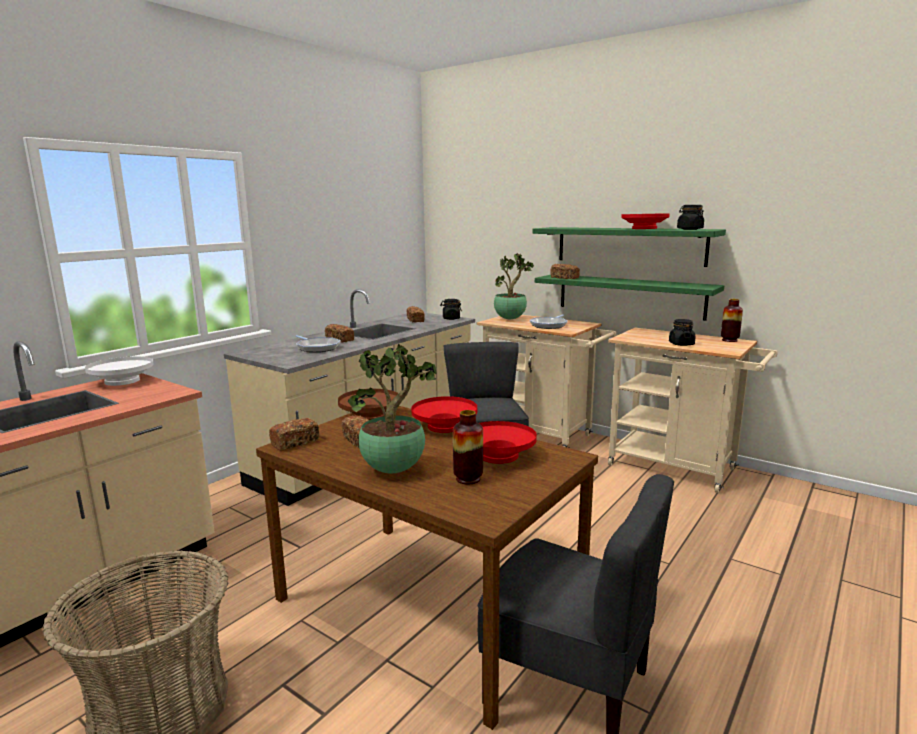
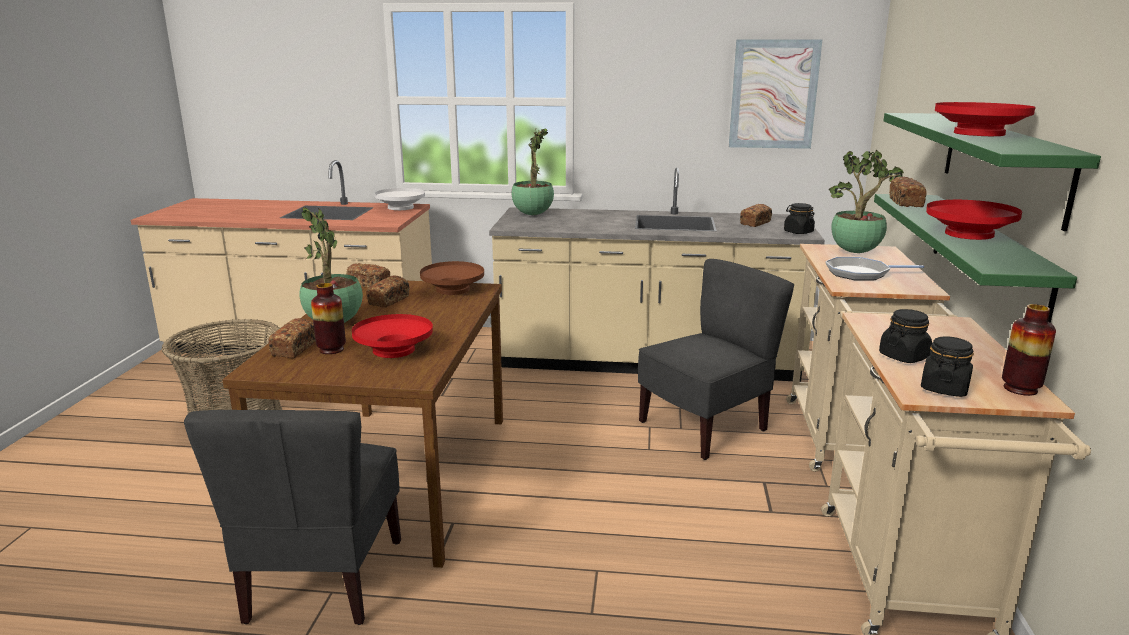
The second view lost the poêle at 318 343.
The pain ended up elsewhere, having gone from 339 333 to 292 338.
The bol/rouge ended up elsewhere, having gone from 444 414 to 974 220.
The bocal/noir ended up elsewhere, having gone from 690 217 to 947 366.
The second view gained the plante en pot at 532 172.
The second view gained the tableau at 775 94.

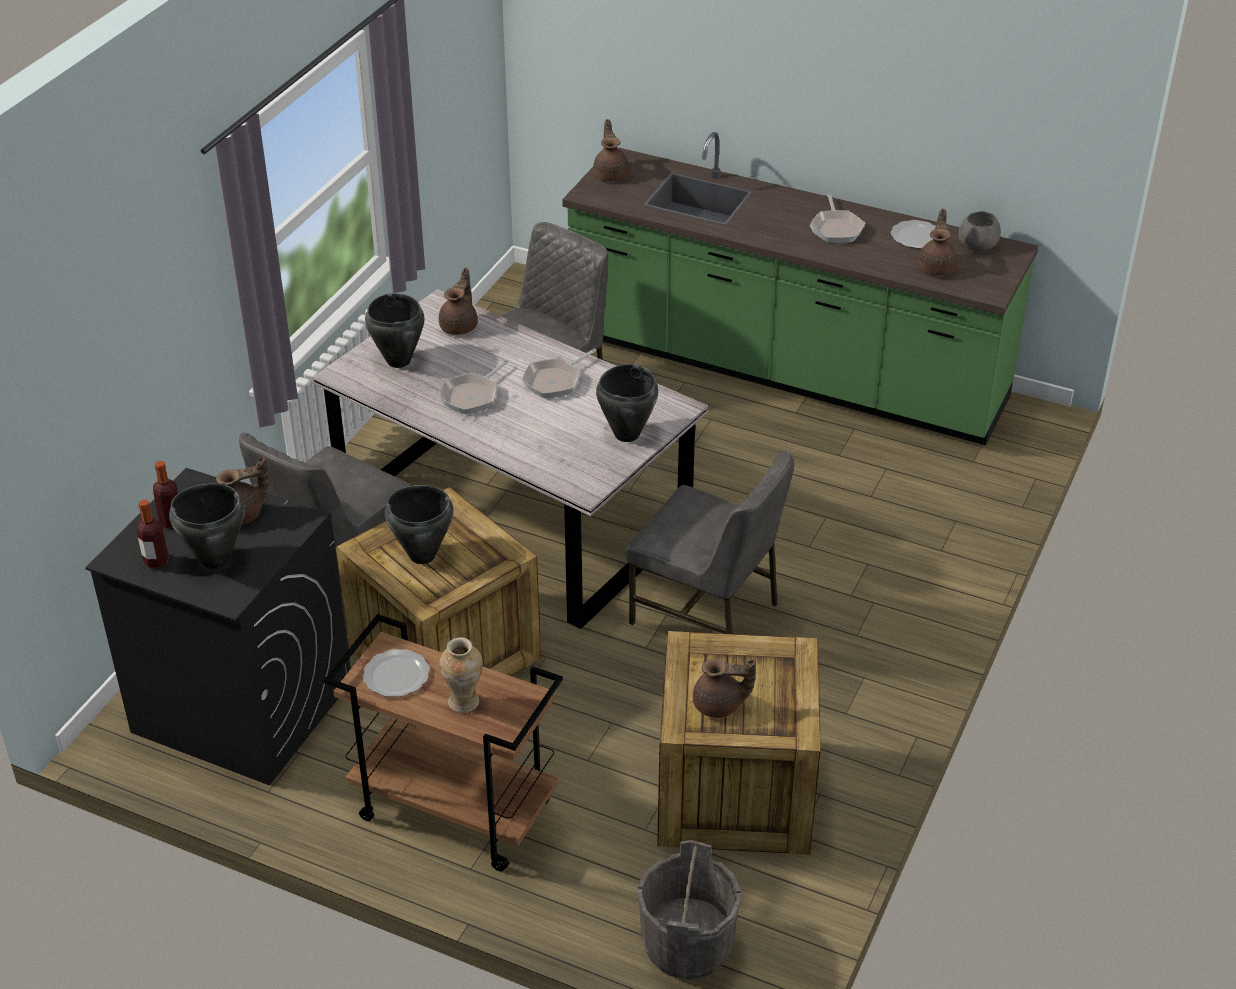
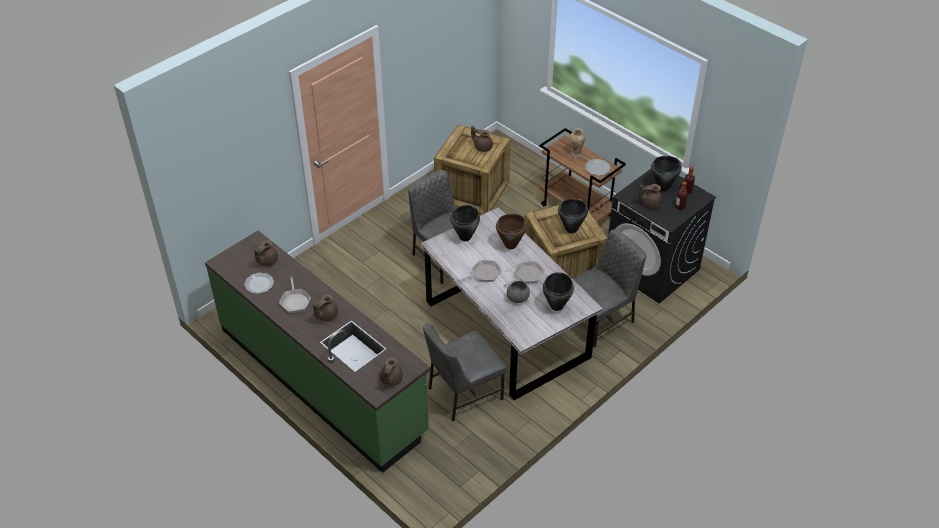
The théière/marron ended up elsewhere, having gone from 458 301 to 325 308.
The second view lost the seau/gris at 689 909.
The poêle at 838 218 ended up facing another way, 150 degrees clockwise from before.
The bol/gris ended up elsewhere, having gone from 979 231 to 518 292.
The second view gained the marmite/marron at 511 231.

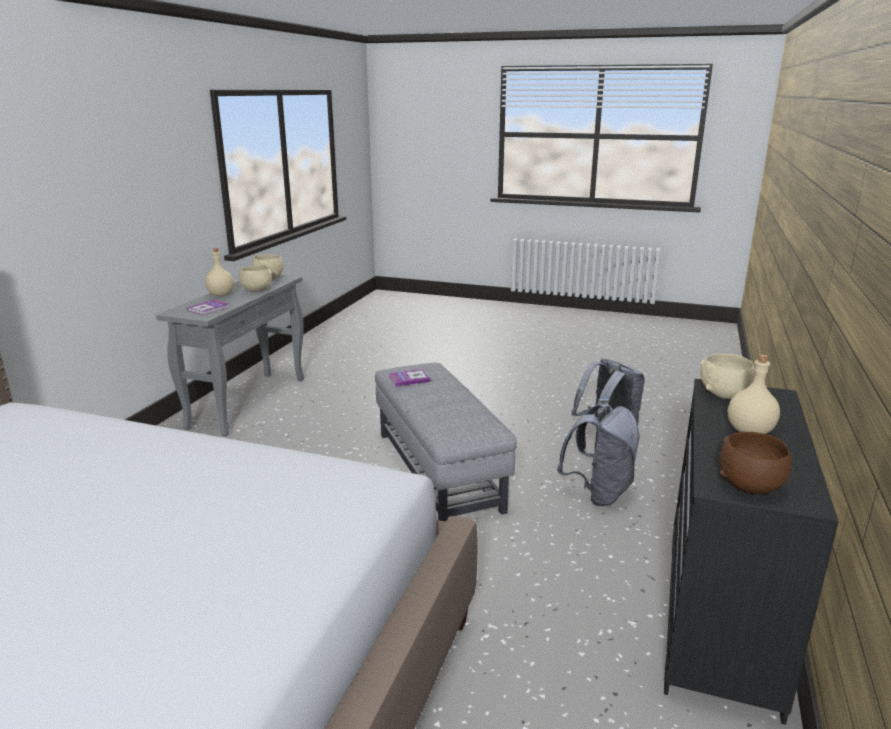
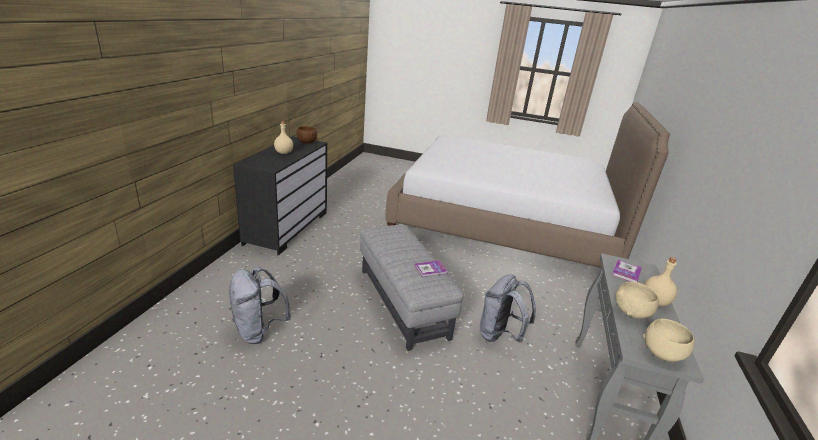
The sac à dos/gris ended up elsewhere, having gone from 598 455 to 507 308.
The second view lost the bol/beige at 727 376.

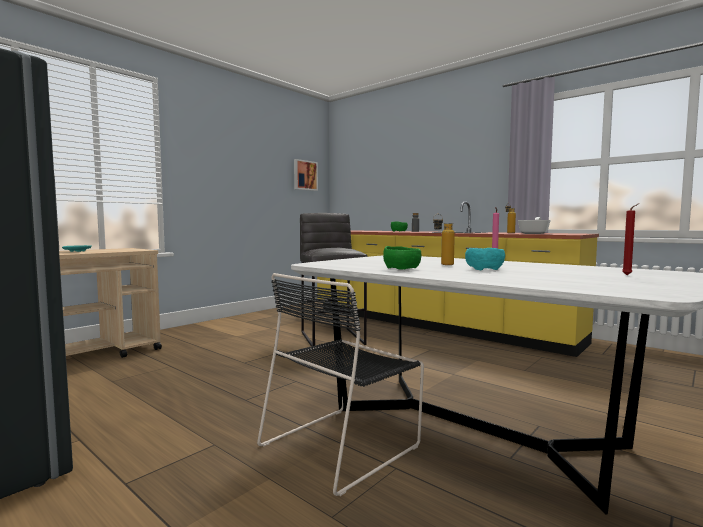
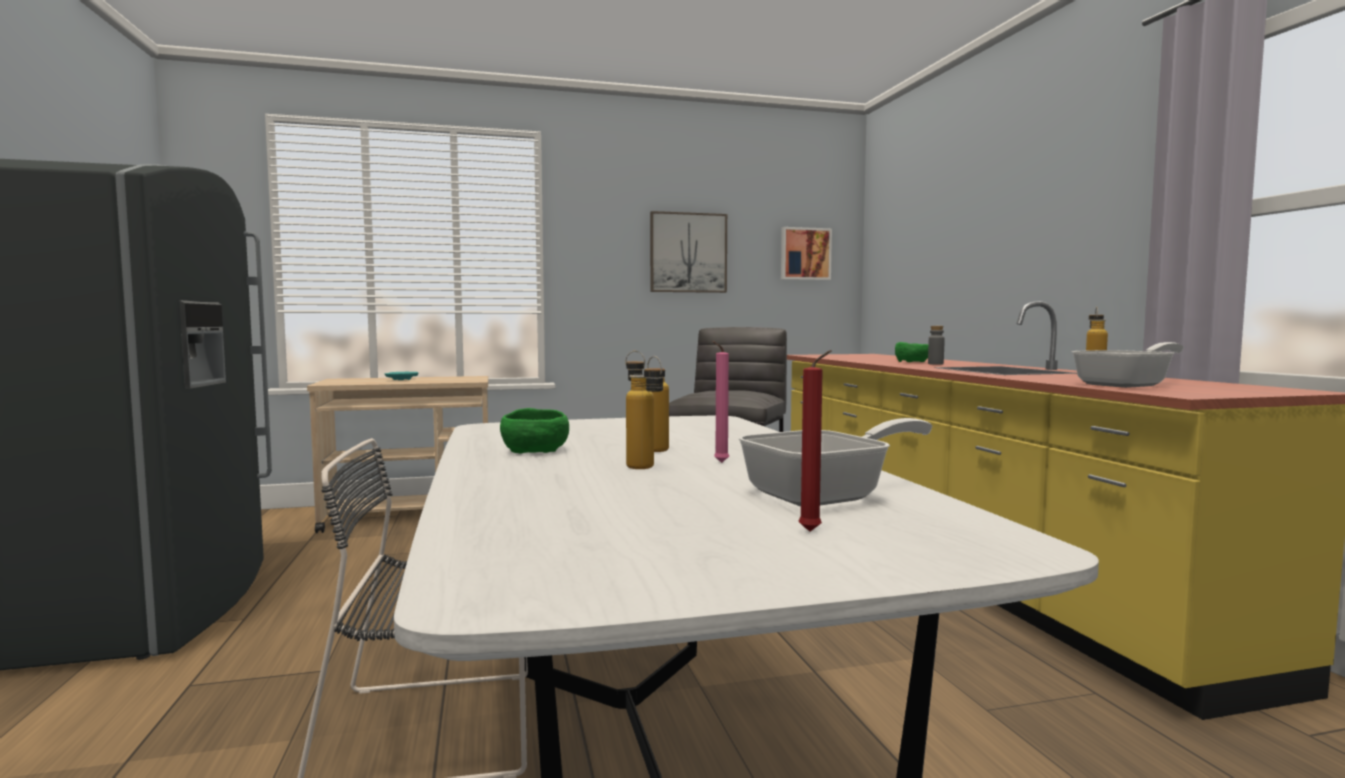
Where the bol/turquoise stood at 485 259, the bouteille came to stand at 645 412.
The second view gained the tableau at 688 252.
The second view gained the poêle at 835 462.

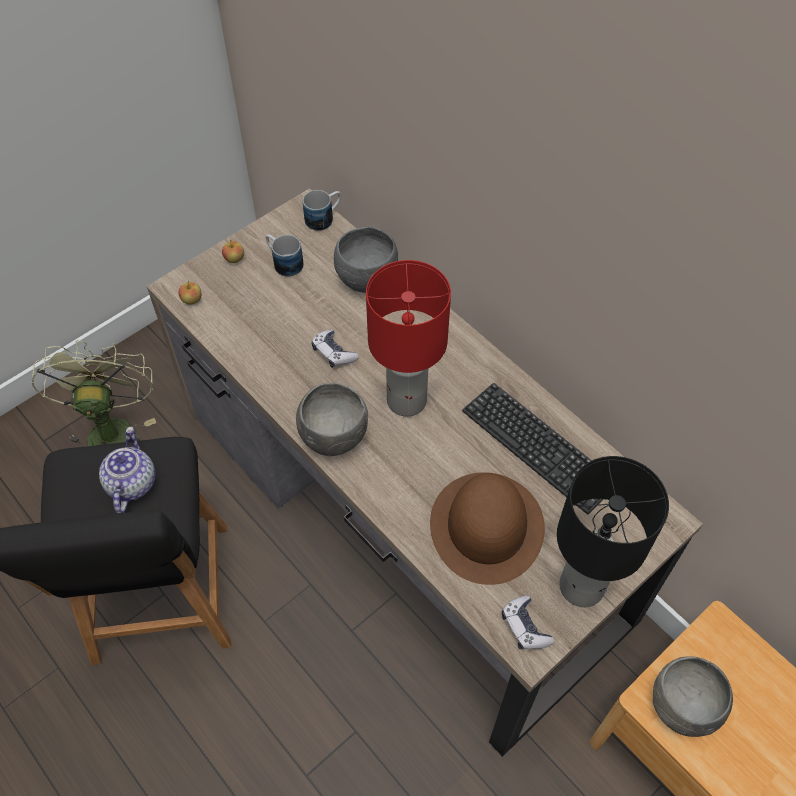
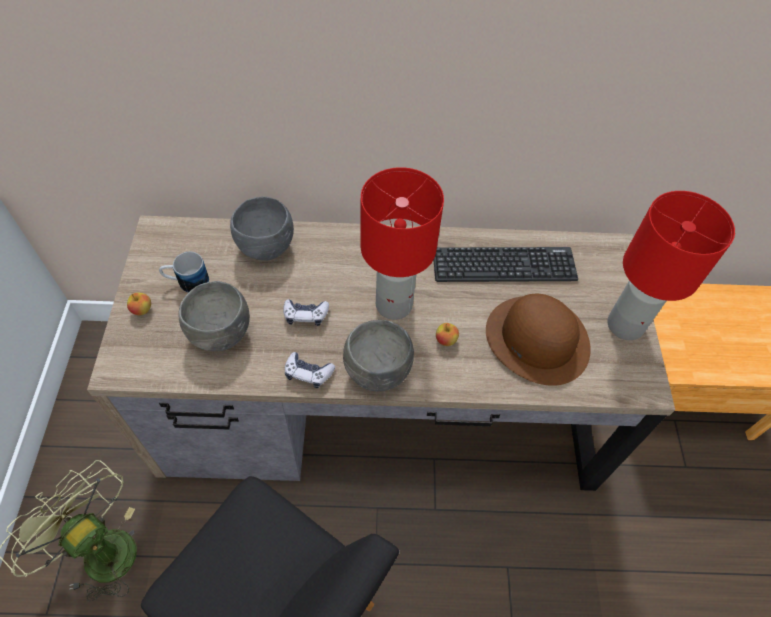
The second view lost the théière at 127 470.
The pomme ended up elsewhere, having gone from 190 293 to 447 334.
The second view lost the mug at 322 210.
The manette ended up elsewhere, having gone from 528 622 to 310 370.
What was the lampe de table/noir at 613 531 turned into the lampe de table/rouge at 671 265.
The bol/gris ended up elsewhere, having gone from 693 696 to 214 316.

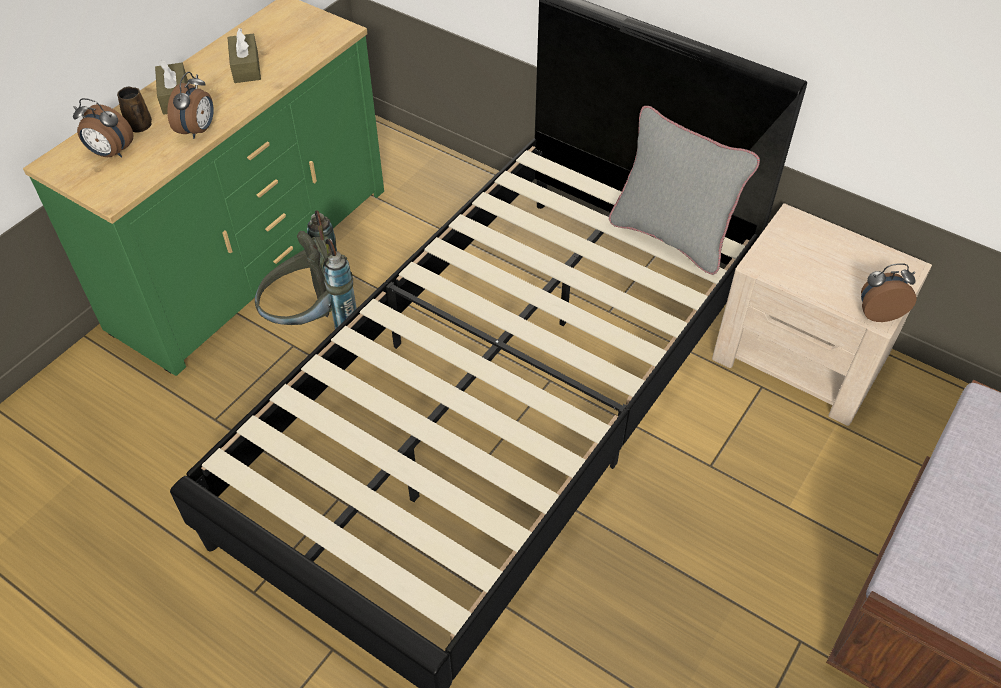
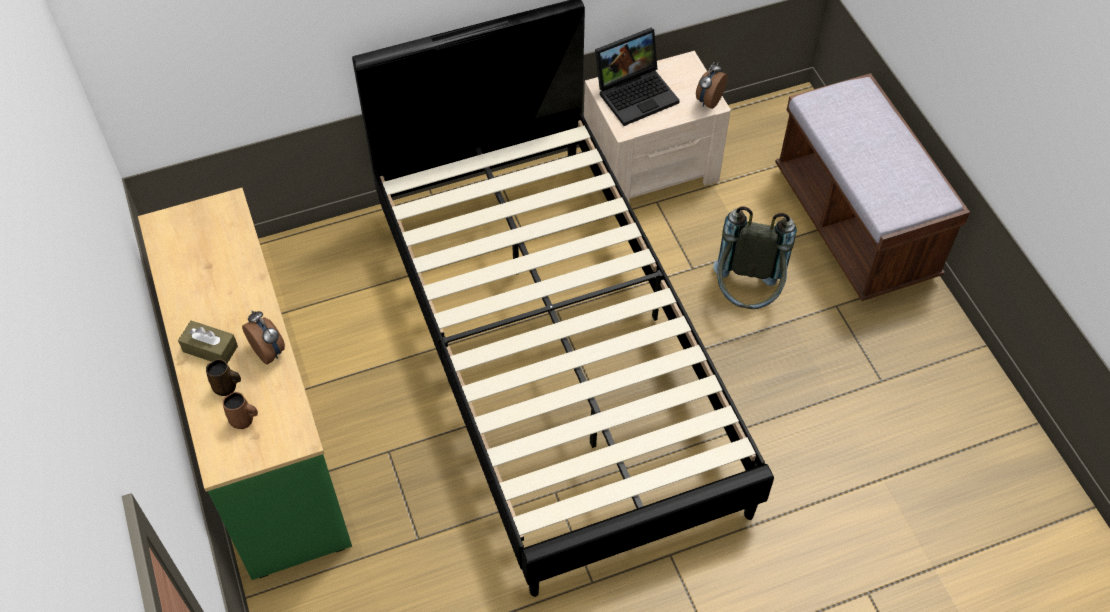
Where the réveil stood at 103 128, the mug/marron came to stand at 240 410.
The second view lost the boîte à mouchoirs/marron at 244 55.
The sac à dos/gris ended up elsewhere, having gone from 306 269 to 755 258.
The second view lost the coussin/gris at 684 190.
The second view gained the ordinateur portable at 637 76.

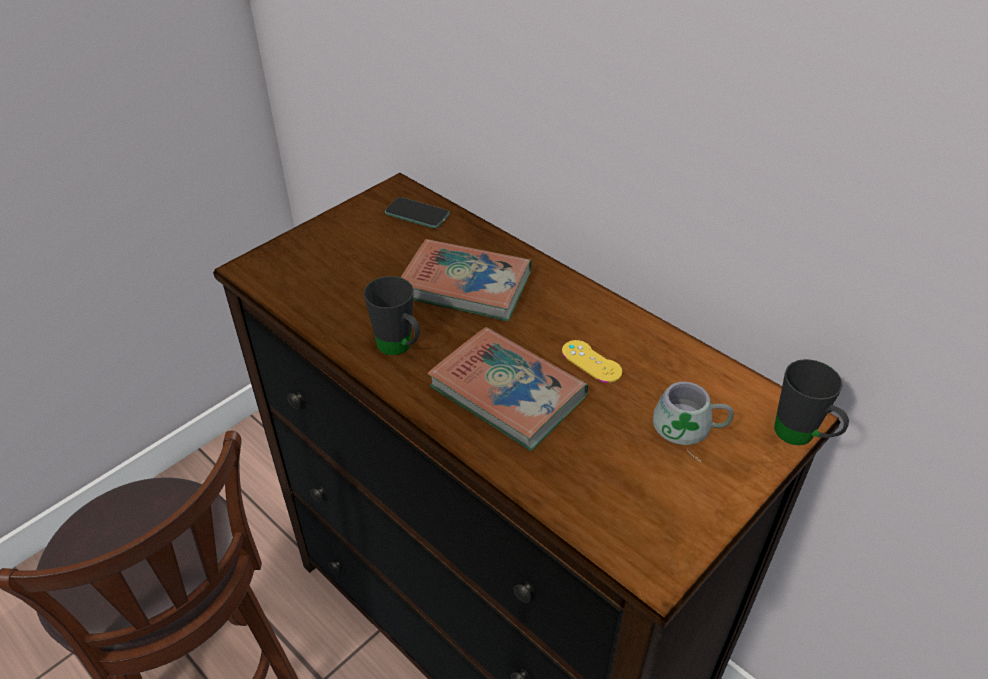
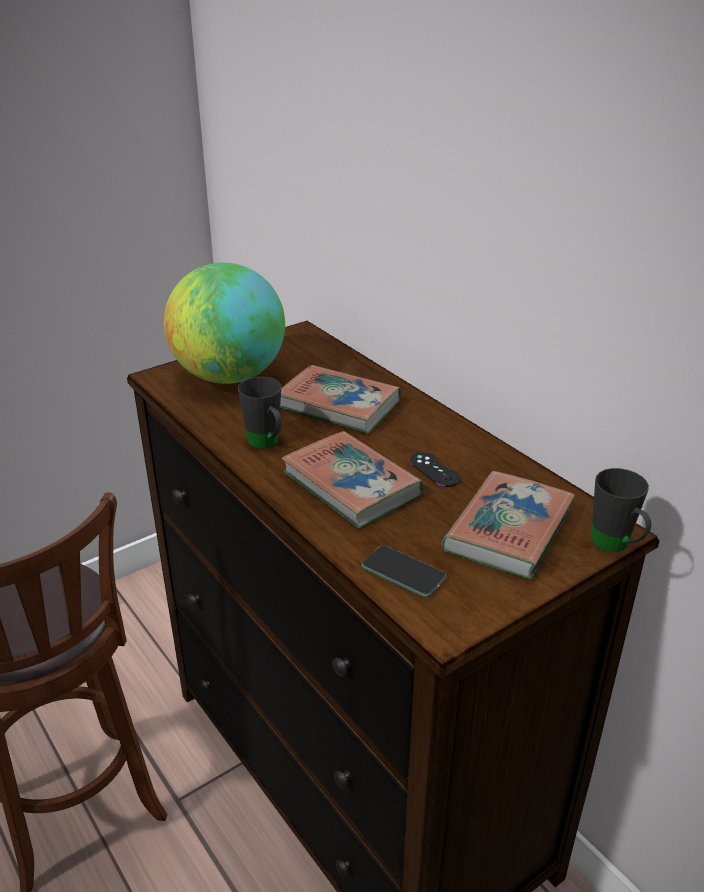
The téléphone ended up elsewhere, having gone from 417 213 to 404 571.
What was the manette/jaune at 592 361 turned into the manette/noir at 435 469.
Where the mug/gris stood at 693 422, the livre came to stand at 508 525.
The second view gained the globe at 224 323.

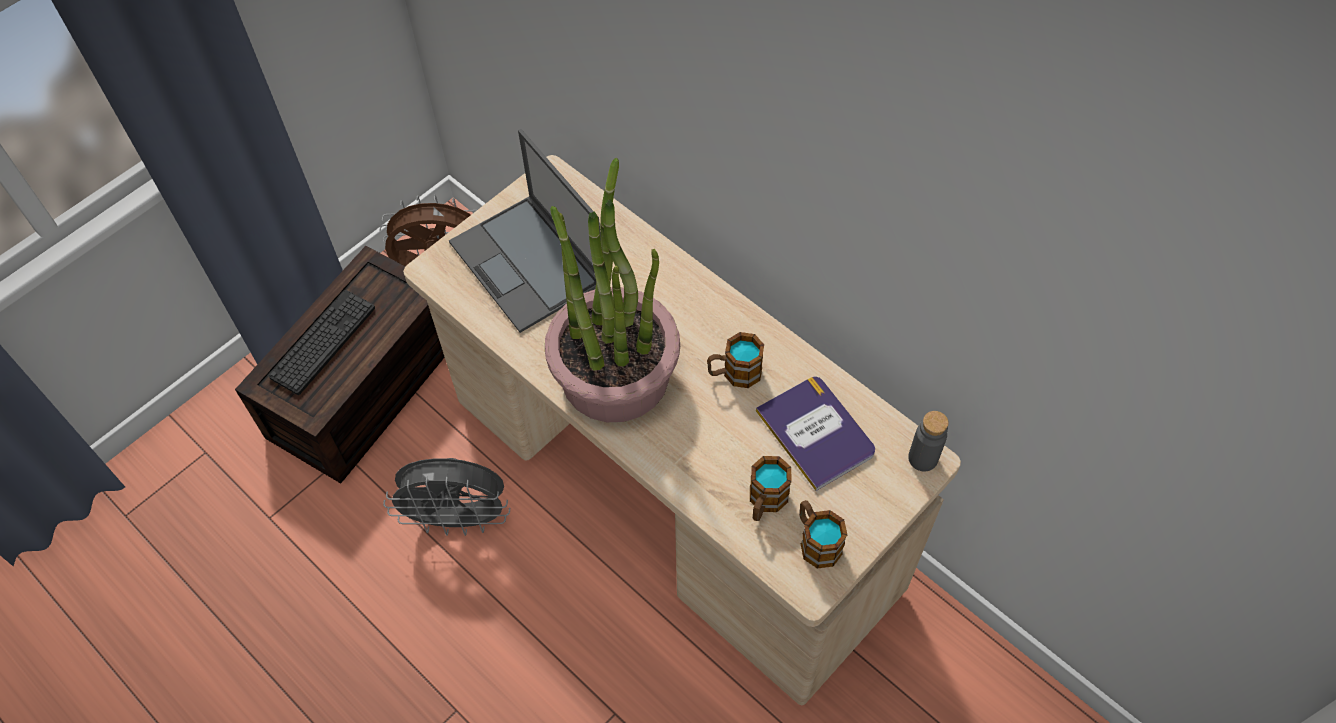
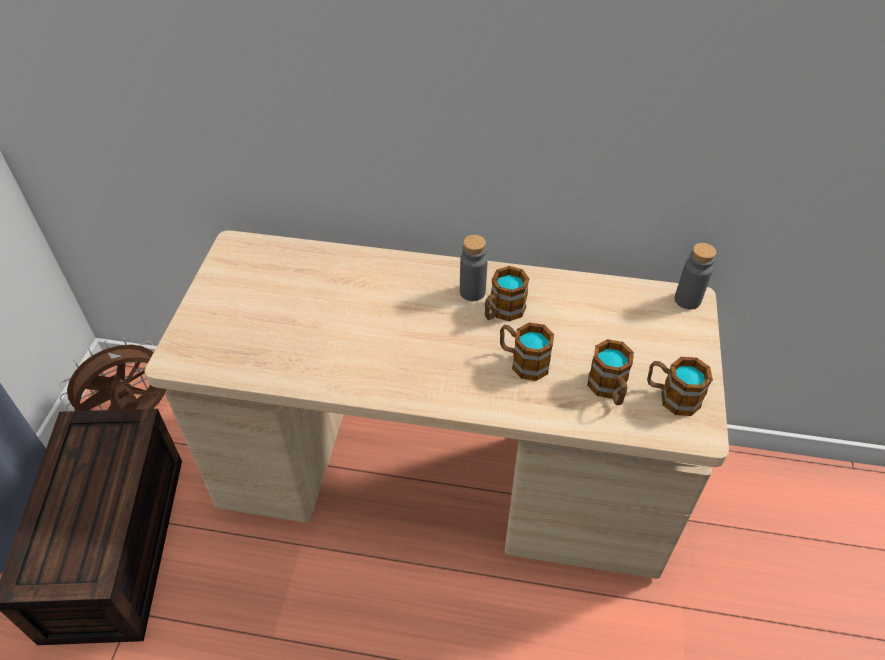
The second view lost the clavier at 321 342.
The second view lost the ventilateur/gris at 446 497.
The second view lost the ordinateur portable at 525 231.
The second view lost the plante en pot at 612 290.
The second view lost the livre at 815 434.
The second view gained the bouteille/gris at 474 268.
The second view gained the mug at 527 352.

